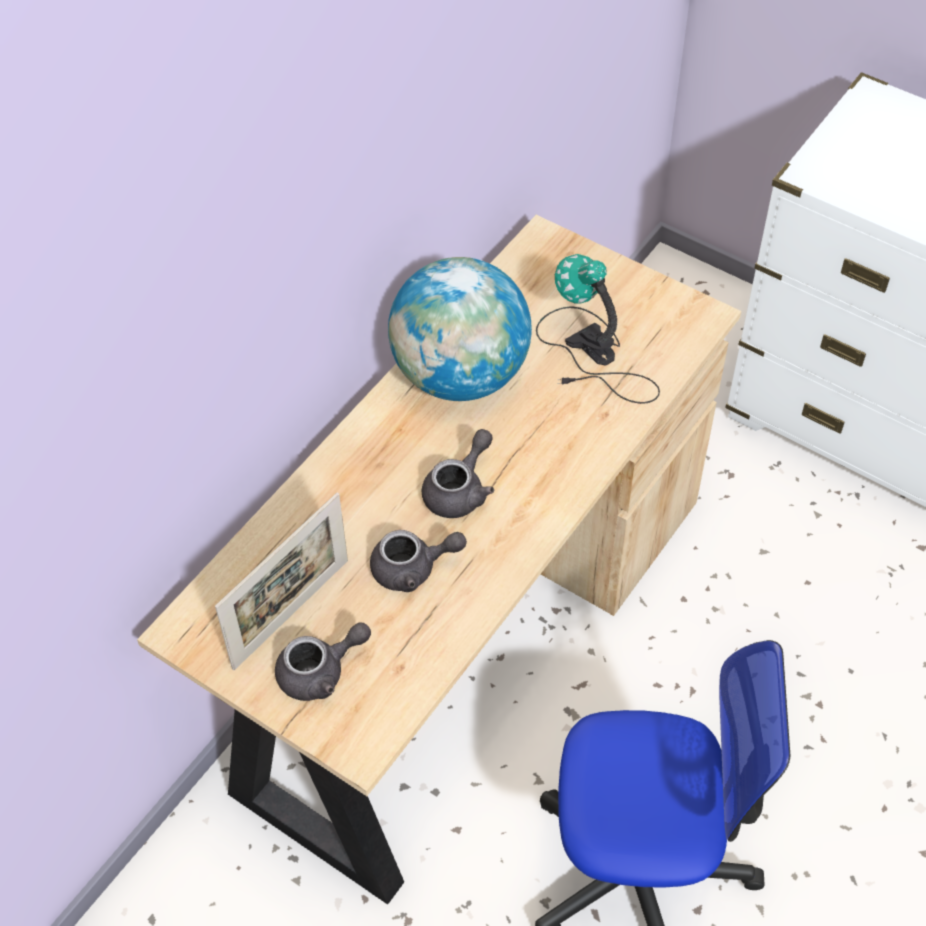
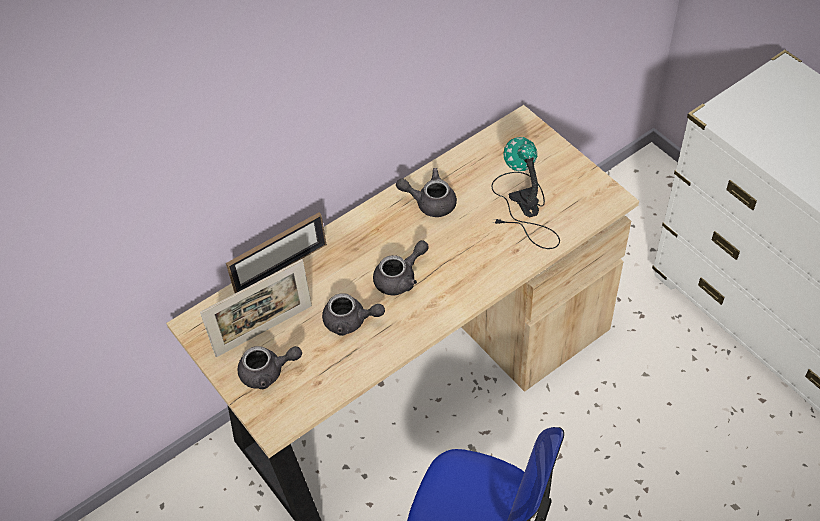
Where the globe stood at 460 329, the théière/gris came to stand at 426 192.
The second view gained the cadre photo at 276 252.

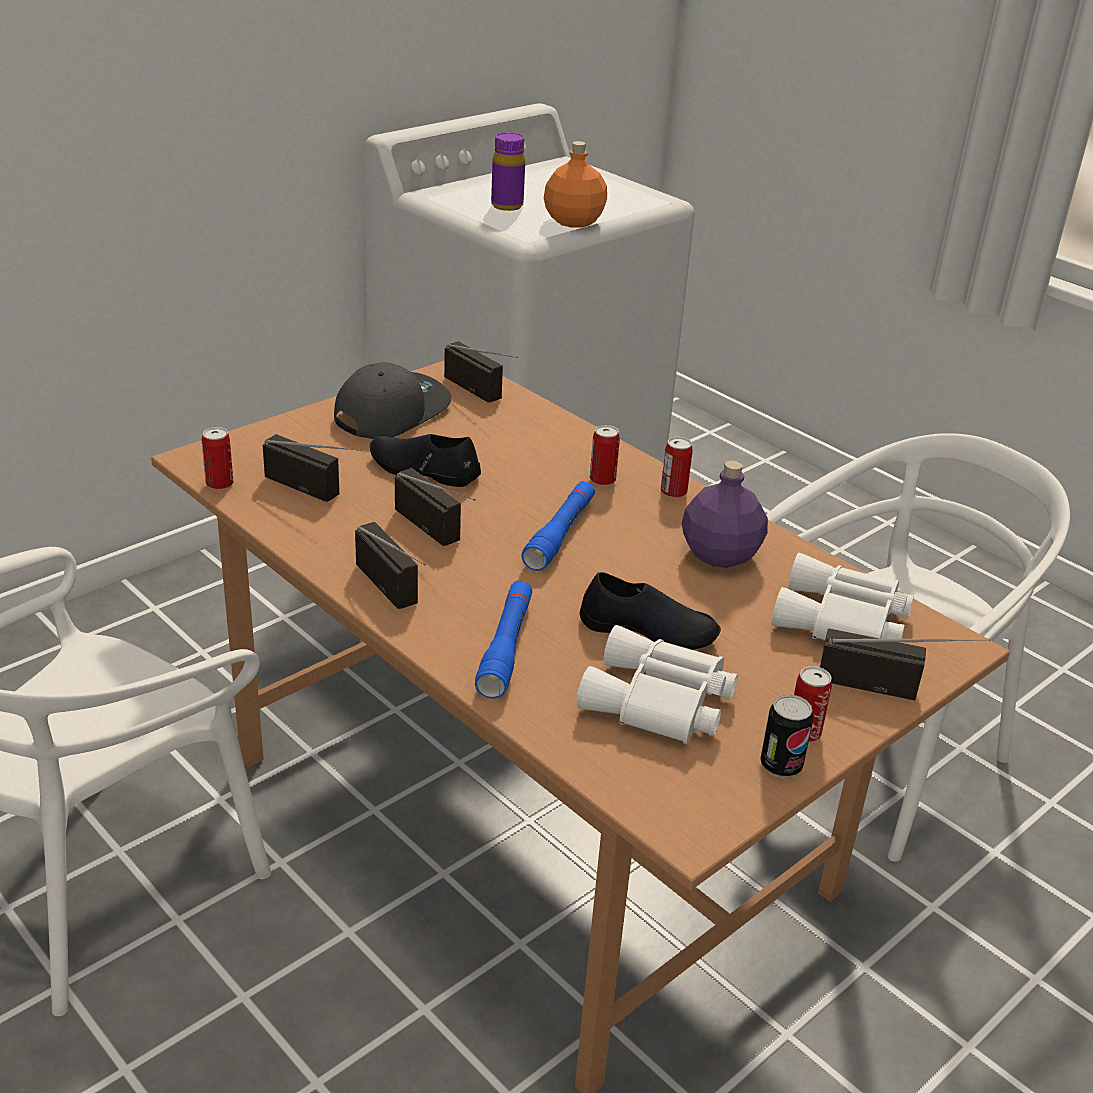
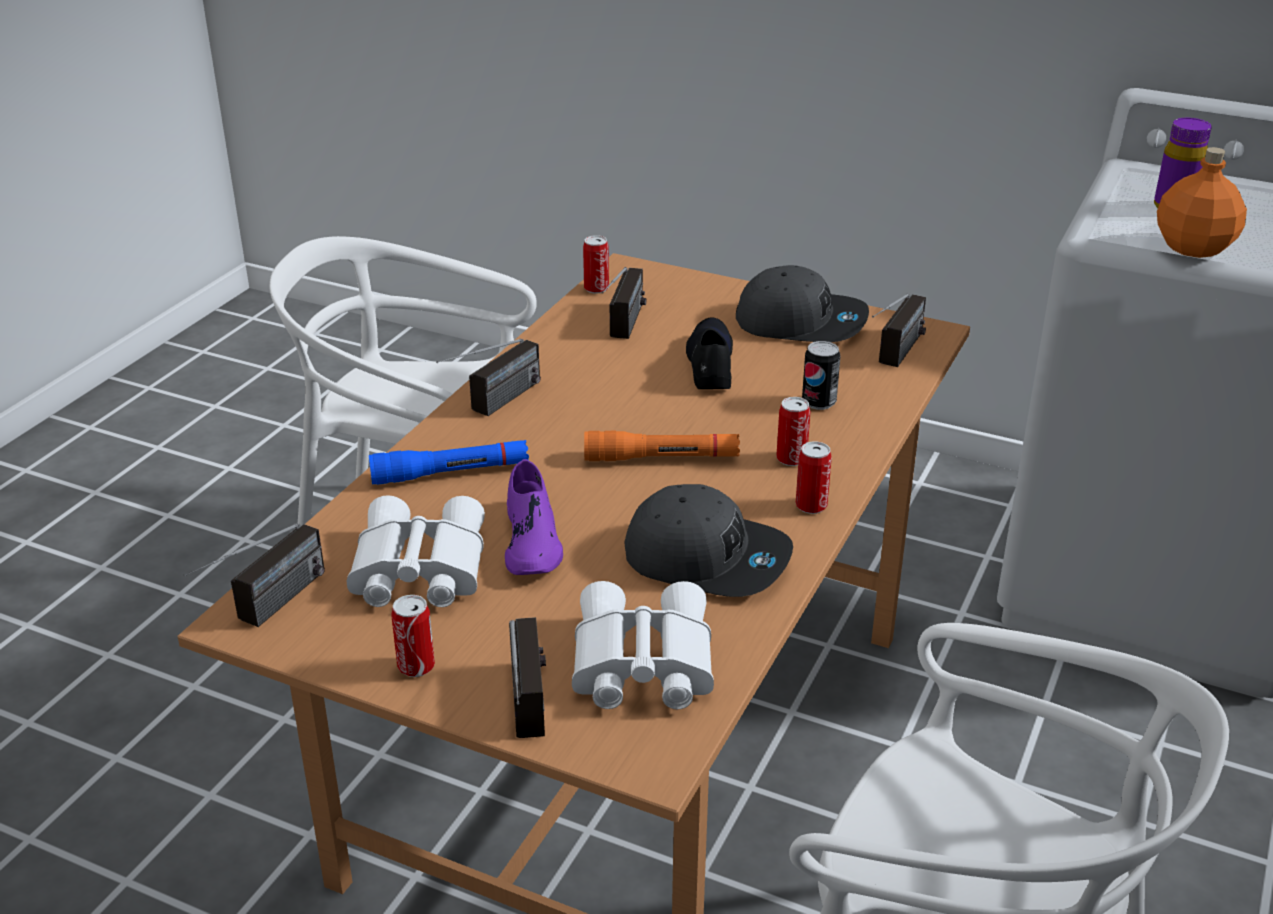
The radio ended up elsewhere, having gone from 435 507 to 254 575.
What was the lampe de poche/bleu at 558 526 turned into the lampe de poche/orange at 662 446.
What was the chaussure/noir at 650 611 turned into the chaussure/violet at 534 517.
Where the bouteille/violet stood at 725 514, the casquette/gris came to stand at 709 540.
The boîte métallique ended up elsewhere, having gone from 787 736 to 821 375.

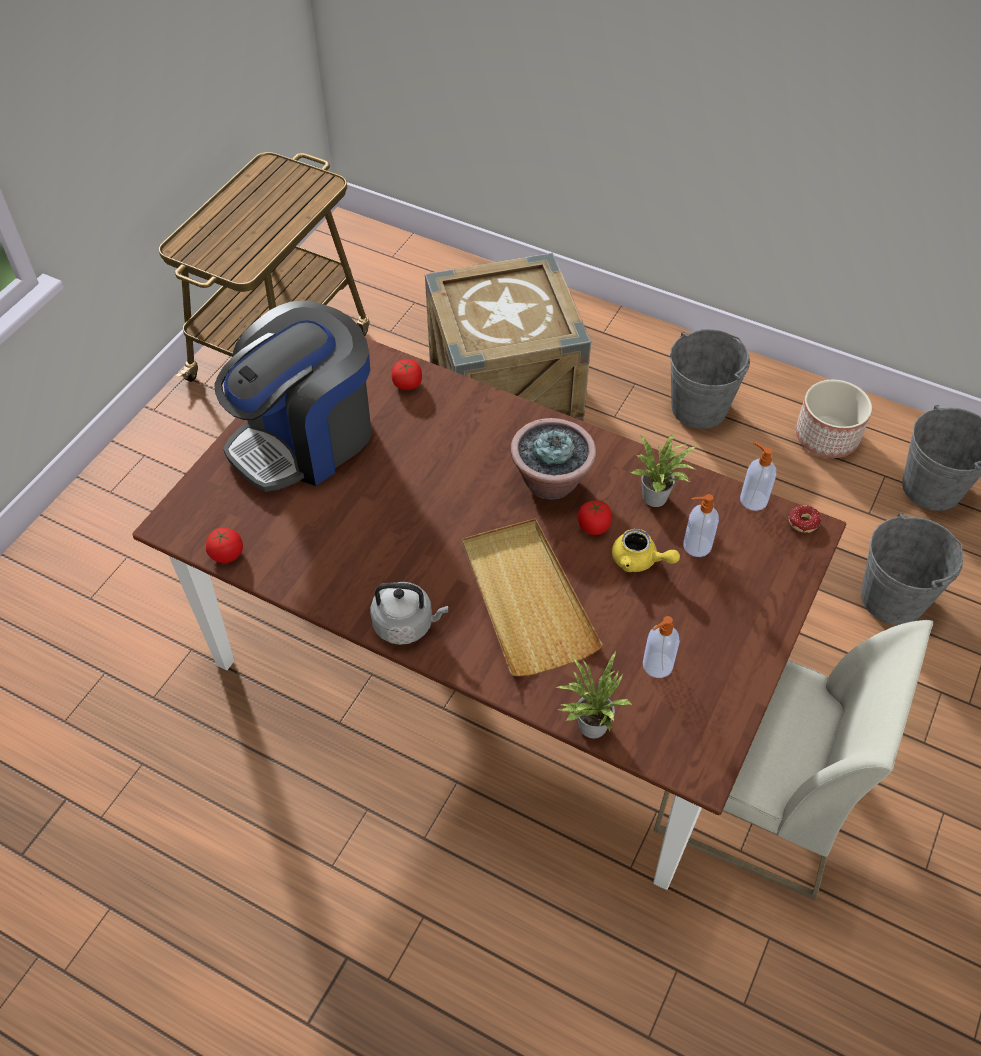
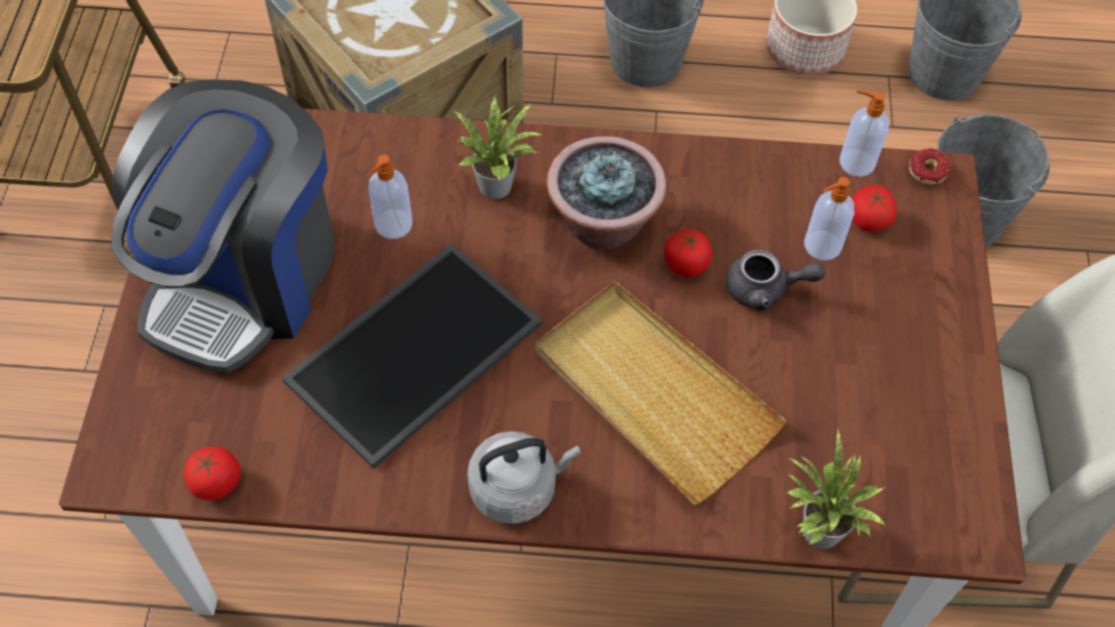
The tomate ended up elsewhere, having gone from 406 374 to 874 208.
What was the théière/jaune at 646 550 turned into the théière/gris at 775 280.
The plante en pot ended up elsewhere, having gone from 663 470 to 498 147.
The distributeur de savon ended up elsewhere, having gone from 661 647 to 390 197.
The second view gained the plateau at 412 356.

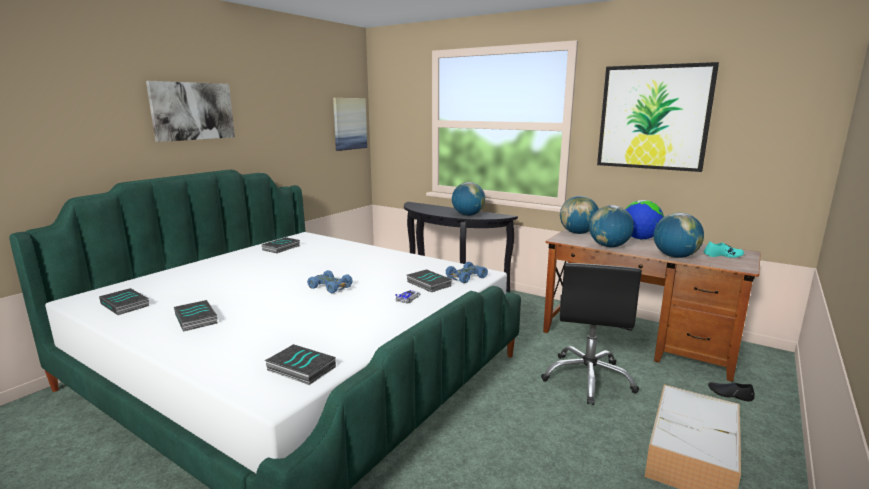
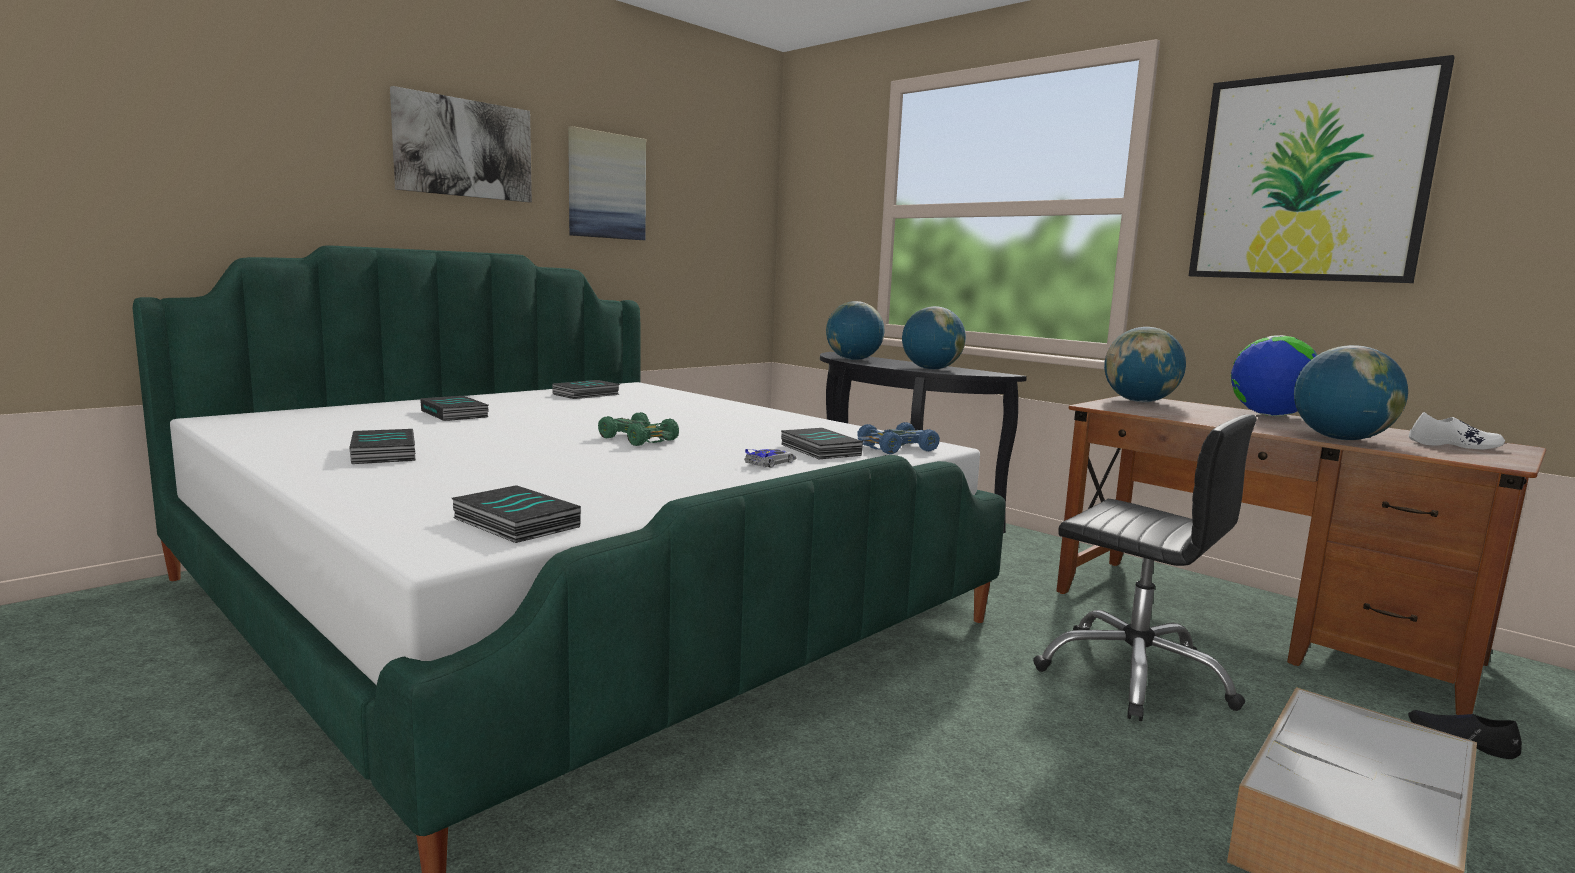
The livre ended up elsewhere, having gone from 124 301 to 454 408.
What was the petite voiture/bleu at 330 281 turned into the petite voiture/vert at 638 429.
The tableau ended up elsewhere, having gone from 350 124 to 607 183.
The chaise de bureau/noir at 591 334 ended up facing another way, 75 degrees counterclockwise from before.
The globe ended up elsewhere, having gone from 611 226 to 855 330.
What was the chaussure/turquoise at 724 249 turned into the chaussure/blanc at 1457 431.

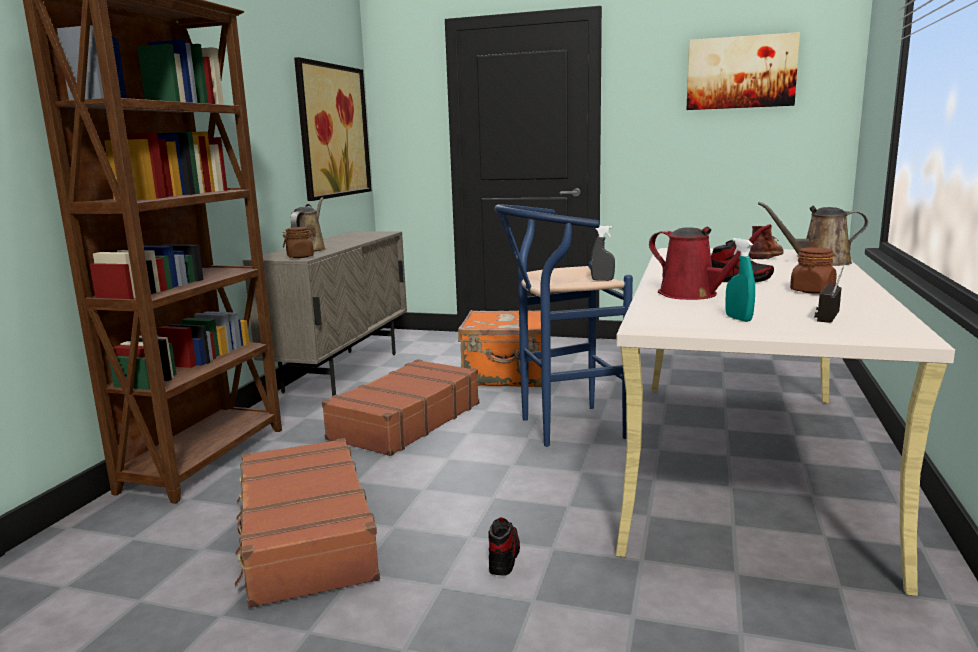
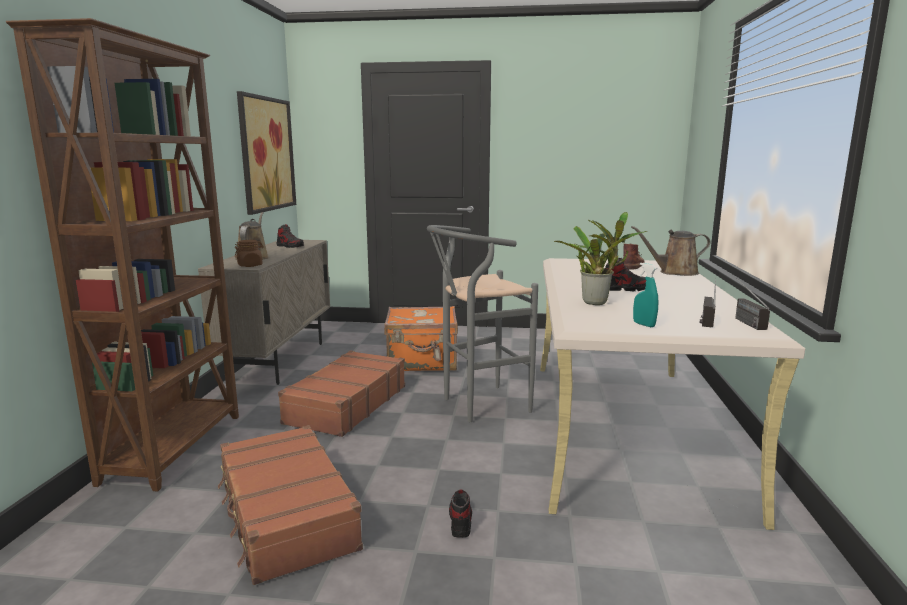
What was the tabouret/bleu at 563 326 turned into the tabouret/gris at 482 323.
The second view lost the vaporisateur/gris at 603 253.
Where the arrosoir/rouge stood at 710 262, the plante en pot came to stand at 600 258.
The second view lost the tableau at 743 71.
The second view lost the bocal/marron at 813 270.
The second view gained the chaussure at 290 236.
The second view gained the radio at 752 304.

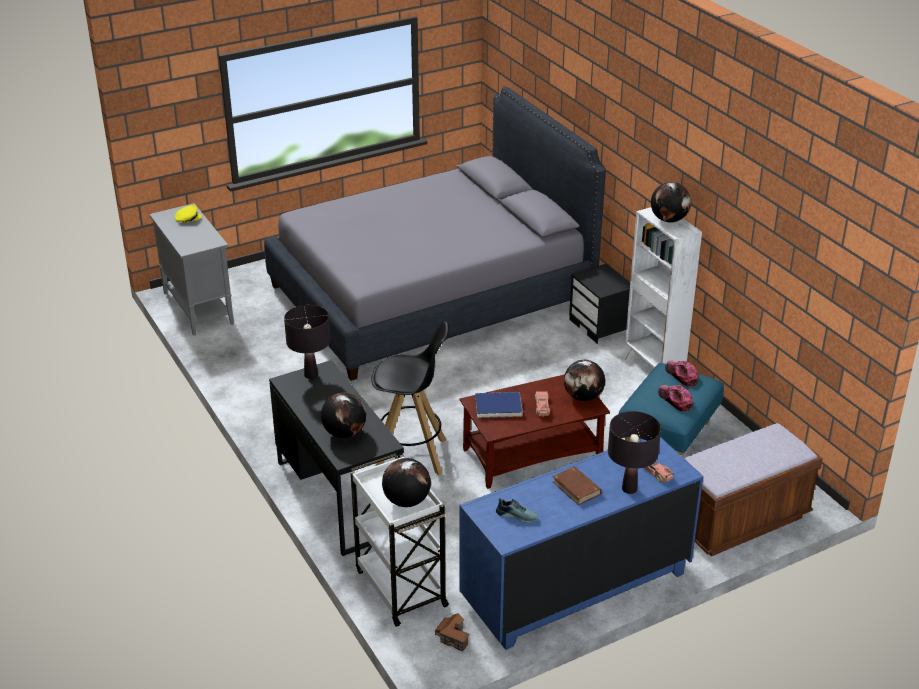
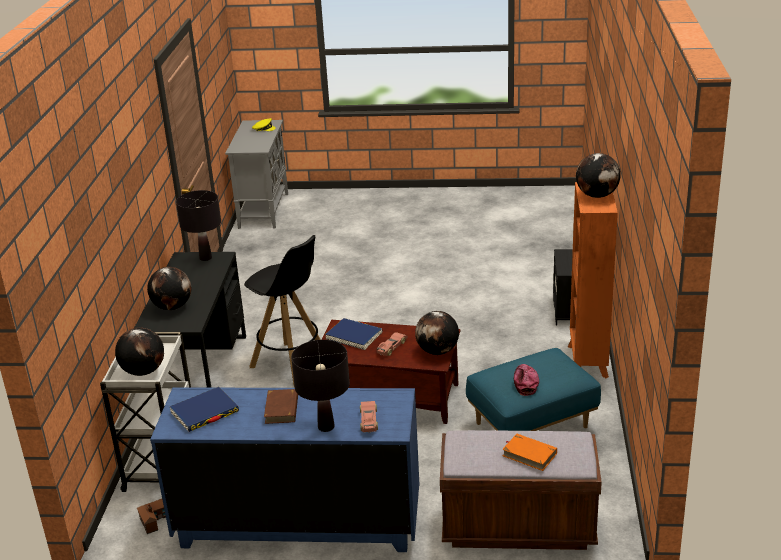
The second view lost the lit/gris at 435 233.
Where the chaussure stood at 517 510, the livre/bleu came to stand at 204 409.
What was the bibliothèque/blanc at 663 288 turned into the bibliothèque/orange at 593 280.
The second view lost the casquette at 681 373.
The second view gained the livre/orange at 529 452.

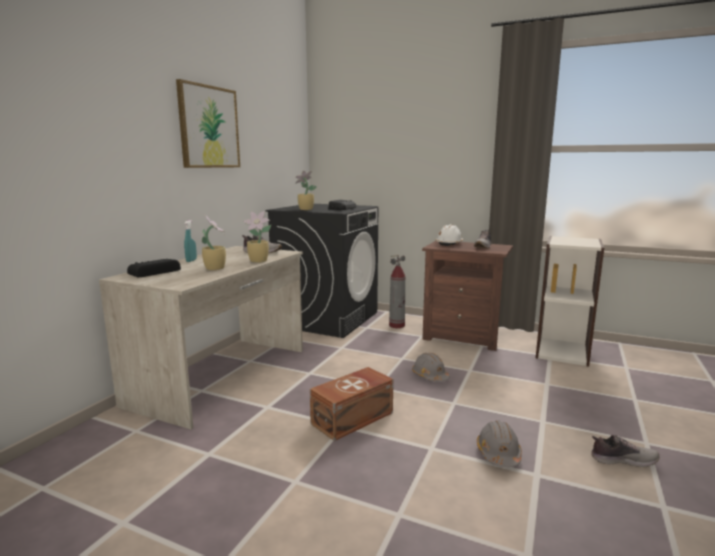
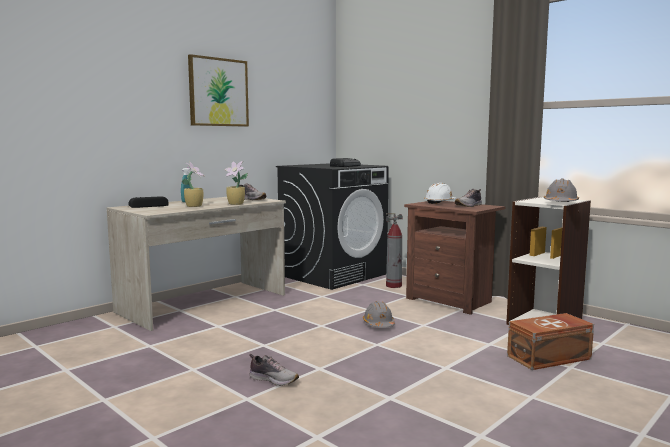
The second view lost the plante en pot at 305 190.
The boîte de rangement/marron ended up elsewhere, having gone from 351 404 to 550 341.
The casque de chantier/gris ended up elsewhere, having gone from 499 444 to 561 190.
The chaussure ended up elsewhere, having gone from 625 451 to 274 370.

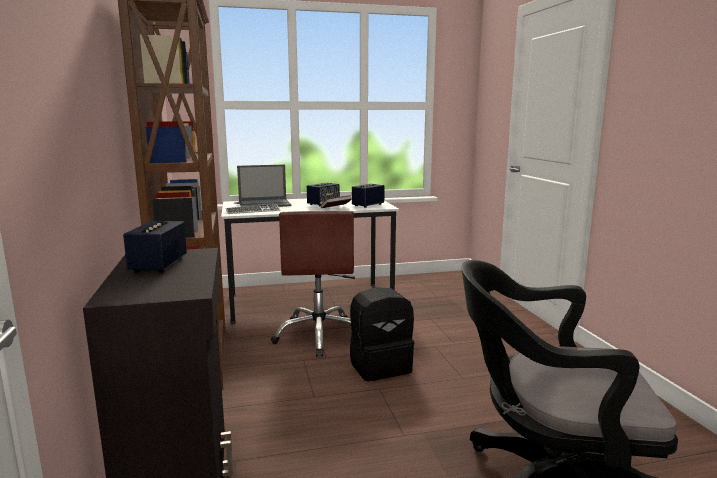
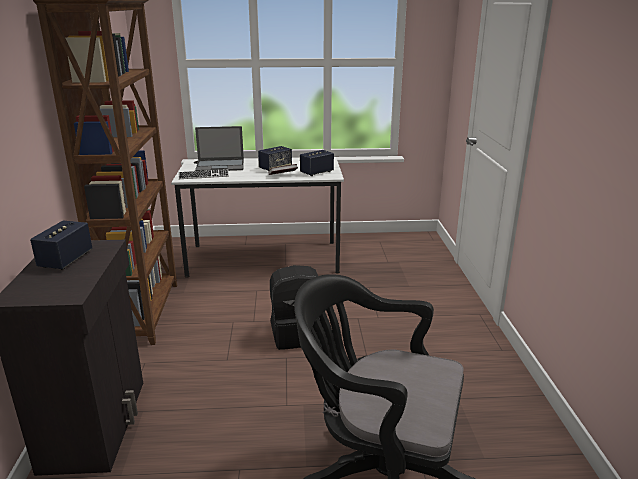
The second view lost the chaise de bureau/marron at 313 284.

